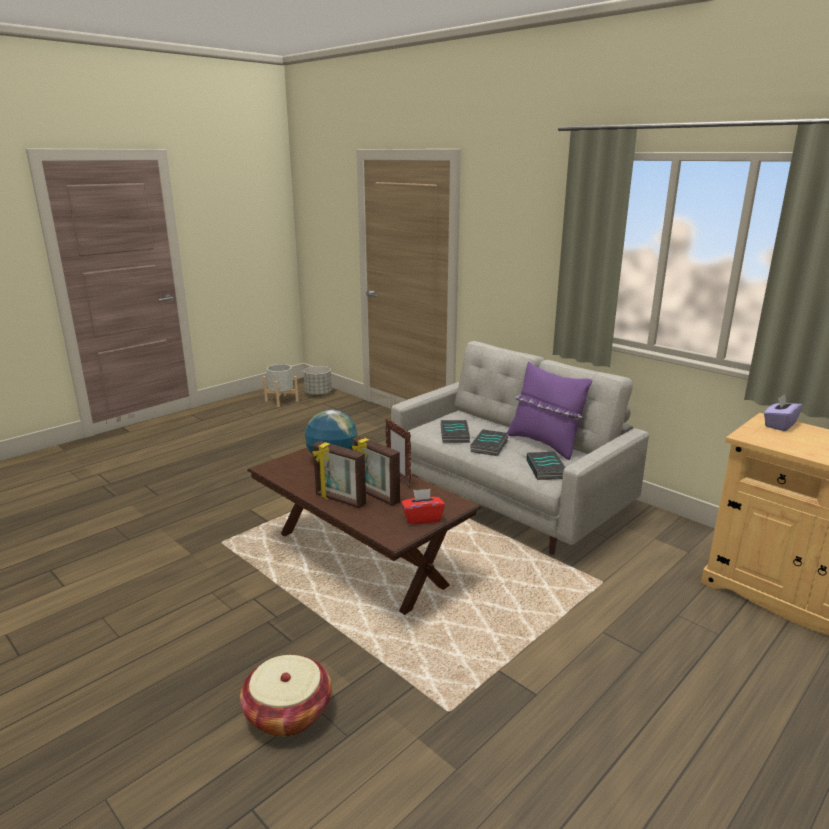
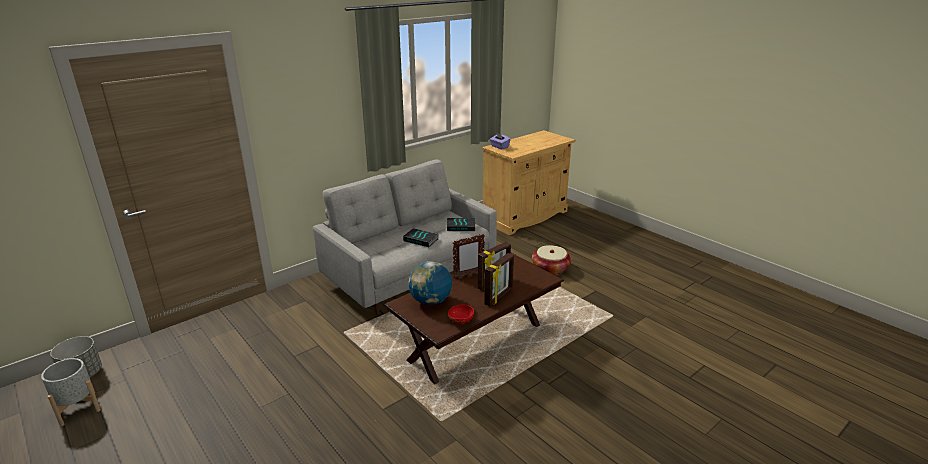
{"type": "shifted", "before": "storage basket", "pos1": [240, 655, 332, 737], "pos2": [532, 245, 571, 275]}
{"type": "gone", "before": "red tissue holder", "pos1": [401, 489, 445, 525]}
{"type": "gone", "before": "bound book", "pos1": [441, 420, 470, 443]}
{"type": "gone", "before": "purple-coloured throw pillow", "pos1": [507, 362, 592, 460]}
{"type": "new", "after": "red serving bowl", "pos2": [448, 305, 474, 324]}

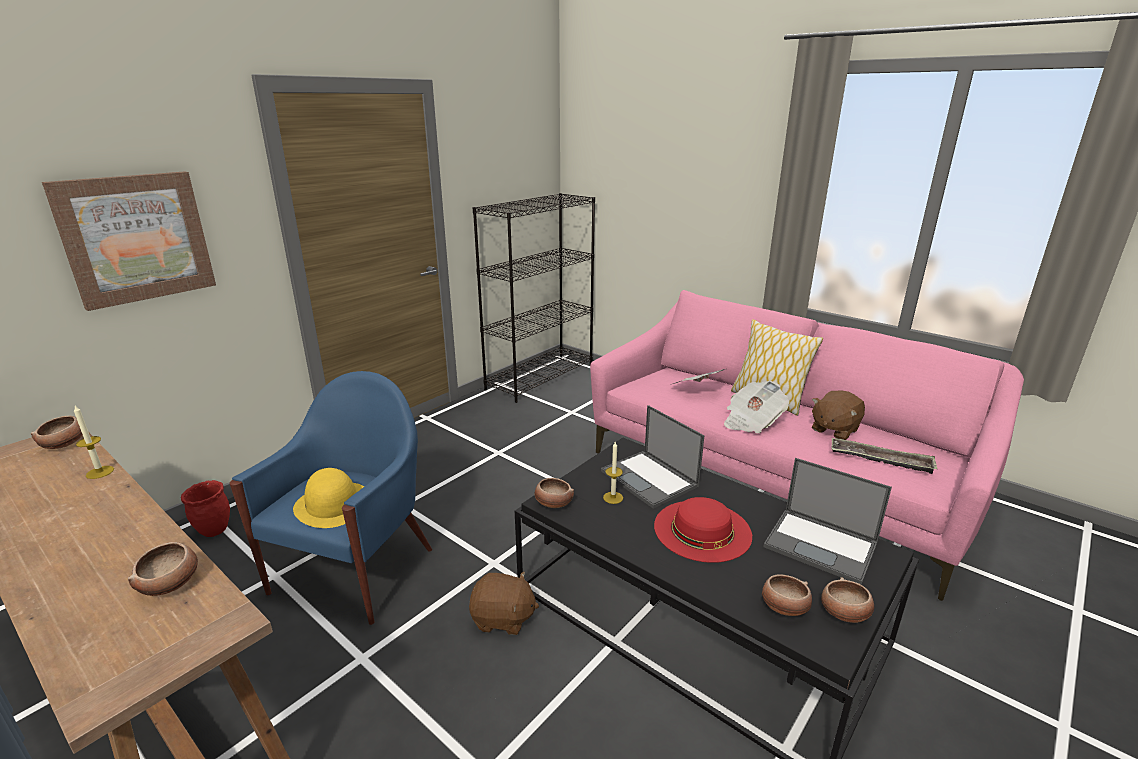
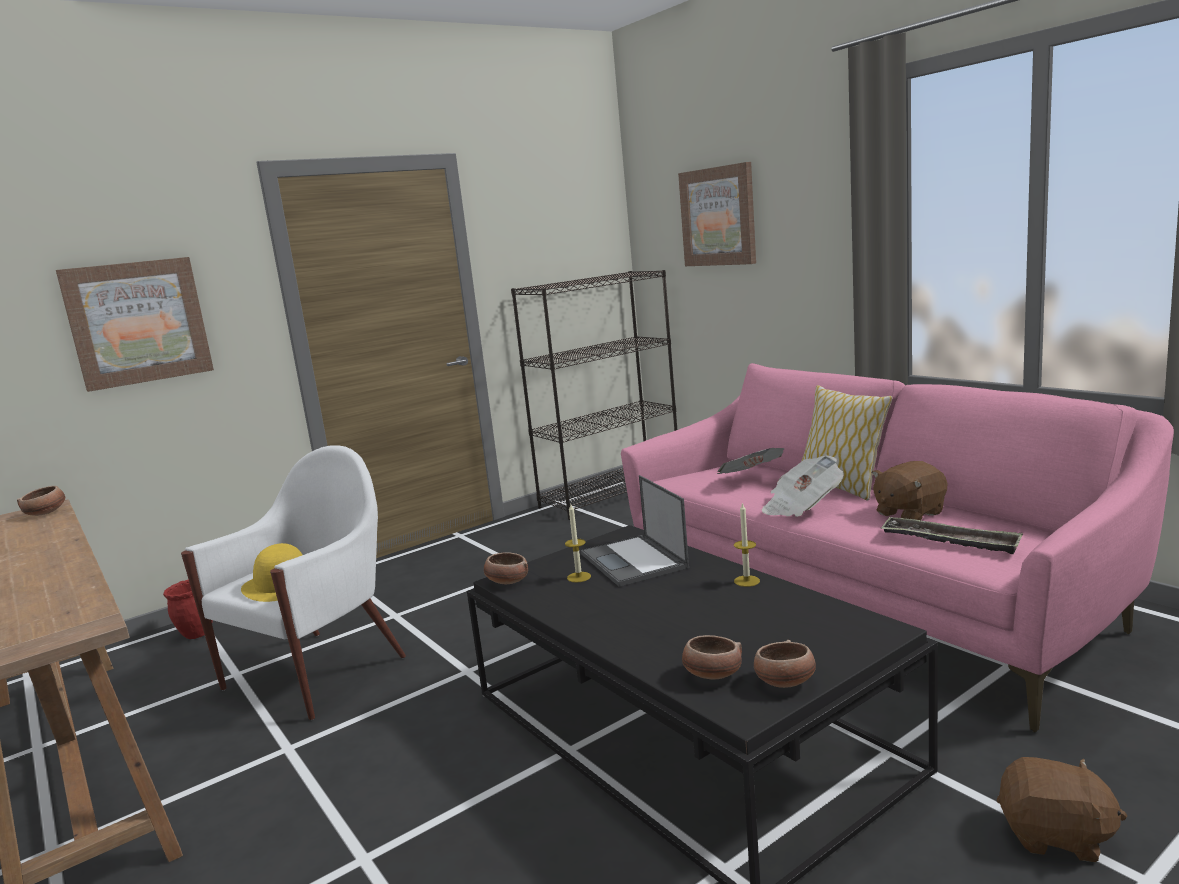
{"type": "shifted", "before": "wax candle", "pos1": [74, 406, 114, 479], "pos2": [734, 502, 760, 587]}
{"type": "gone", "before": "serving bowl", "pos1": [128, 542, 198, 596]}
{"type": "repainted", "before": "bluish easy chair", "after": "white easy chair", "pos1": [230, 371, 432, 625], "pos2": [181, 445, 406, 720]}
{"type": "shifted", "before": "brown soft toy", "pos1": [469, 572, 539, 635], "pos2": [997, 757, 1127, 862]}
{"type": "gone", "before": "red hat", "pos1": [654, 497, 752, 563]}
{"type": "gone", "before": "notebook computer", "pos1": [763, 458, 892, 585]}
{"type": "new", "after": "wall picture", "pos2": [678, 162, 756, 266]}

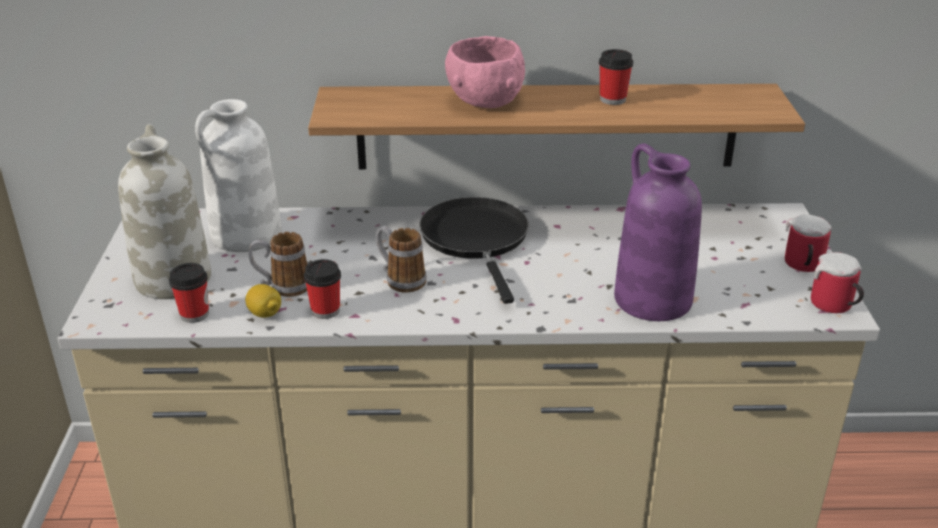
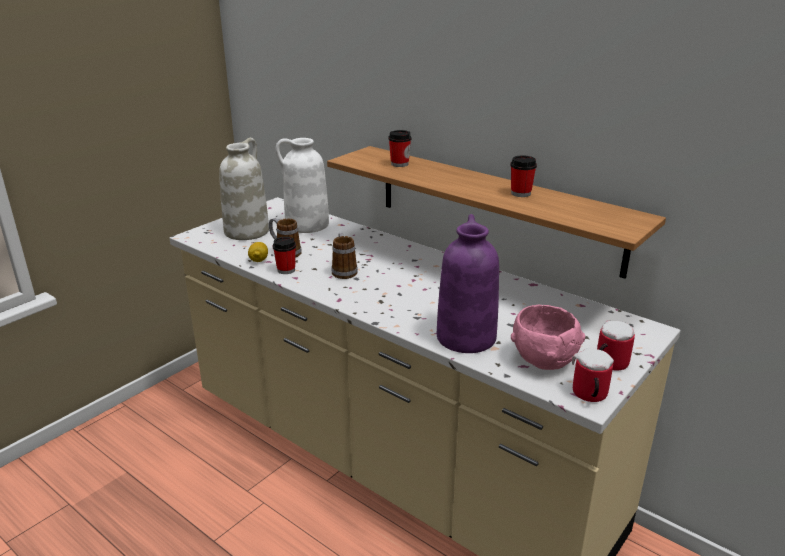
{"type": "shifted", "before": "small cup", "pos1": [169, 263, 209, 323], "pos2": [388, 130, 412, 167]}
{"type": "gone", "before": "black frying pan", "pos1": [419, 197, 529, 304]}
{"type": "shifted", "before": "pink-coloured serving bowl", "pos1": [445, 36, 525, 108], "pos2": [511, 304, 585, 370]}

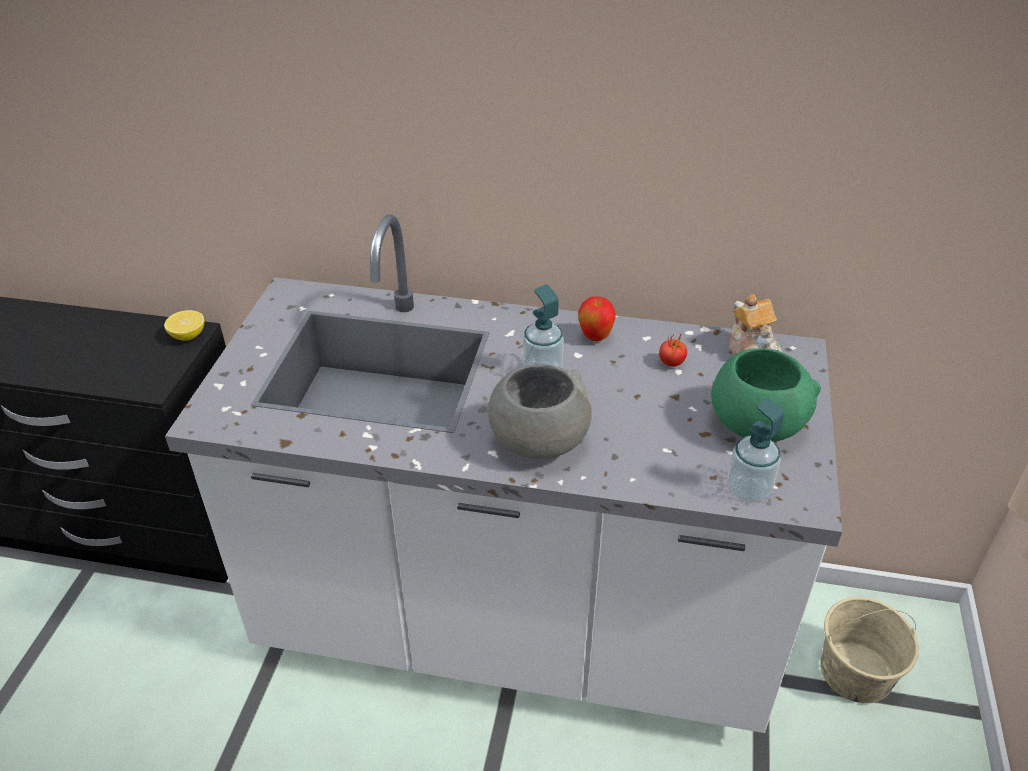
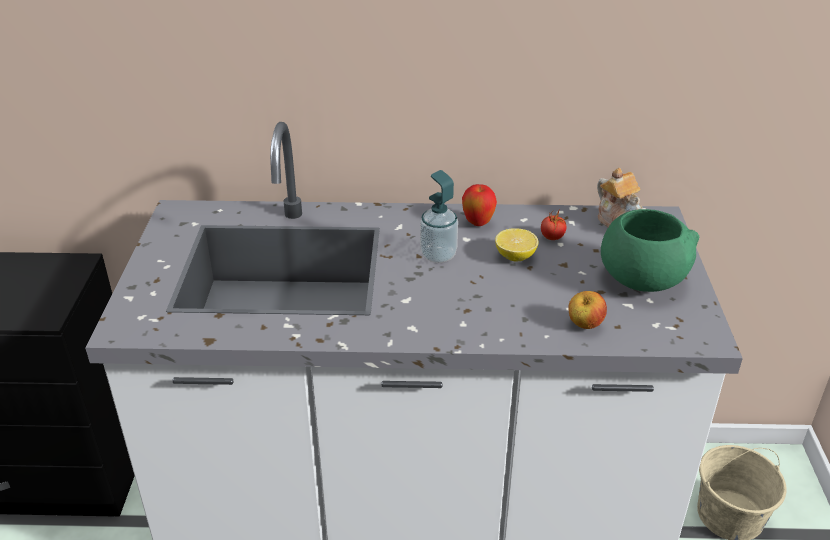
{"type": "shifted", "before": "whole lemon", "pos1": [164, 310, 204, 341], "pos2": [495, 228, 539, 261]}
{"type": "gone", "before": "greyish serving bowl", "pos1": [488, 363, 592, 459]}
{"type": "gone", "before": "soap bottle", "pos1": [728, 398, 784, 503]}
{"type": "new", "after": "whole apple", "pos2": [569, 291, 607, 329]}

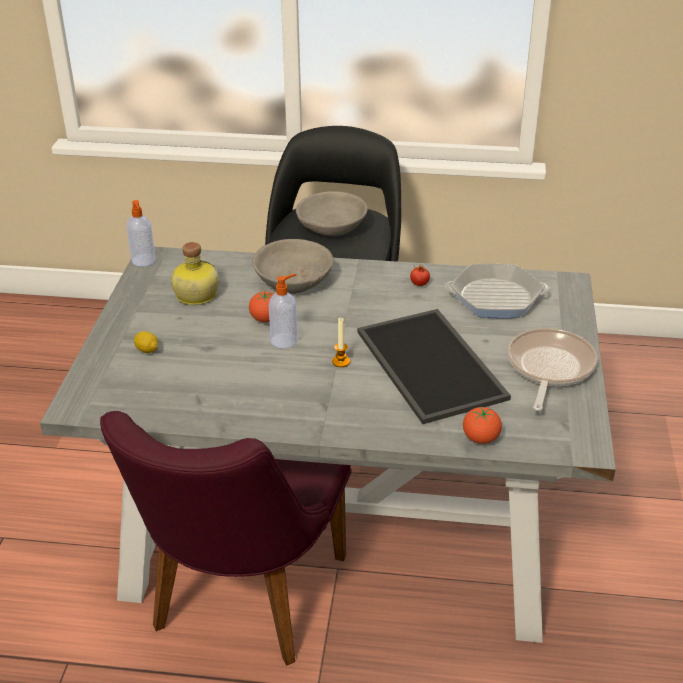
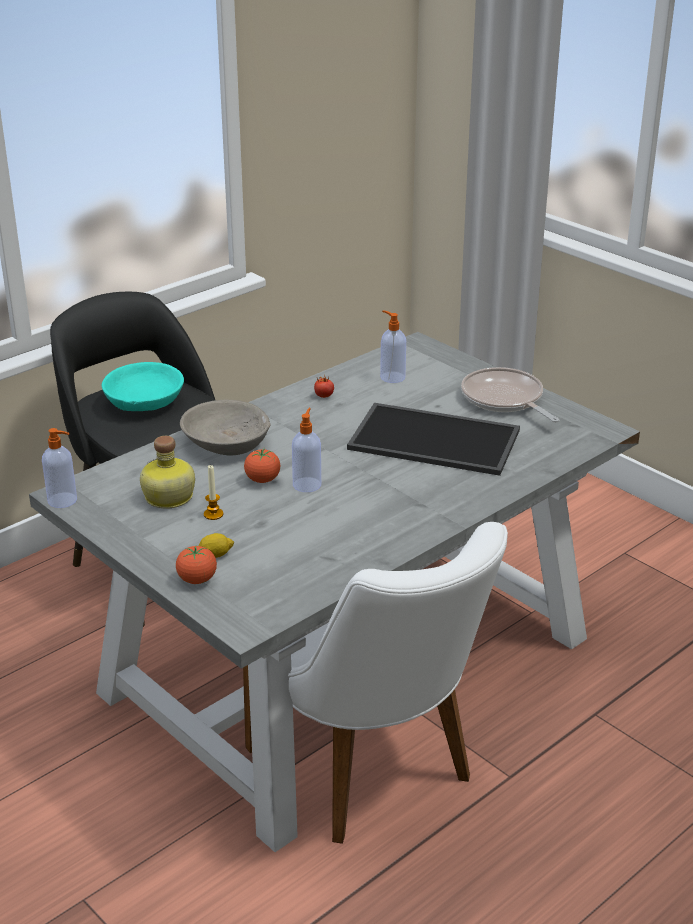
{"type": "repainted", "before": "purple-coloured chair", "after": "white chair", "pos1": [100, 411, 352, 666], "pos2": [243, 522, 508, 844]}
{"type": "repainted", "before": "greyish serving bowl", "after": "blue-green serving bowl", "pos1": [296, 191, 368, 236], "pos2": [102, 362, 184, 411]}
{"type": "shifted", "before": "wax candle", "pos1": [332, 317, 350, 367], "pos2": [204, 465, 223, 520]}
{"type": "swapped", "before": "frying pan", "after": "soap bottle", "pos1": [445, 264, 549, 318], "pos2": [380, 310, 406, 383]}
{"type": "shifted", "before": "whole tomato", "pos1": [463, 407, 502, 444], "pos2": [176, 546, 217, 584]}

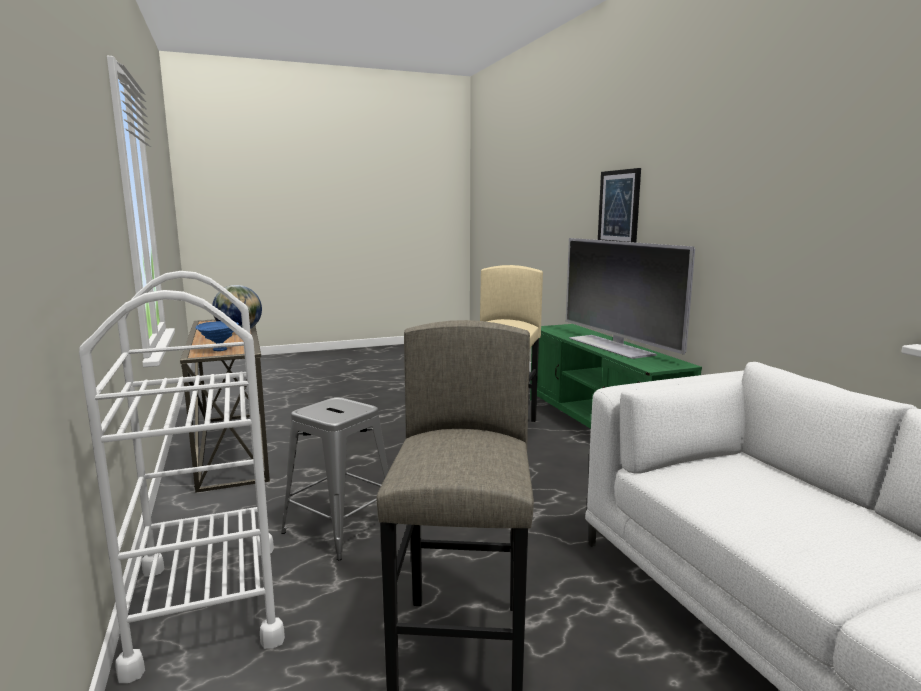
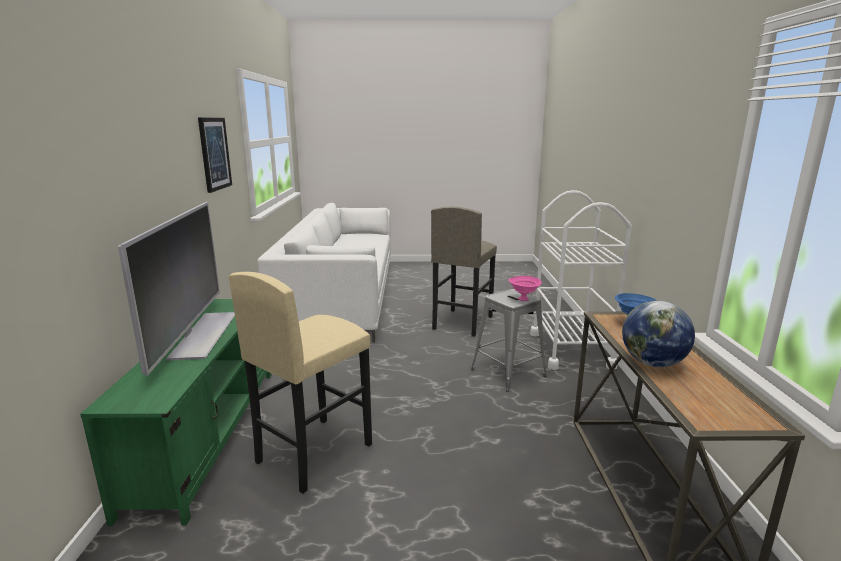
{"type": "shifted", "before": "wall picture", "pos1": [598, 168, 641, 242], "pos2": [198, 117, 232, 193]}
{"type": "new", "after": "pink-coloured serving bowl", "pos2": [509, 276, 542, 301]}

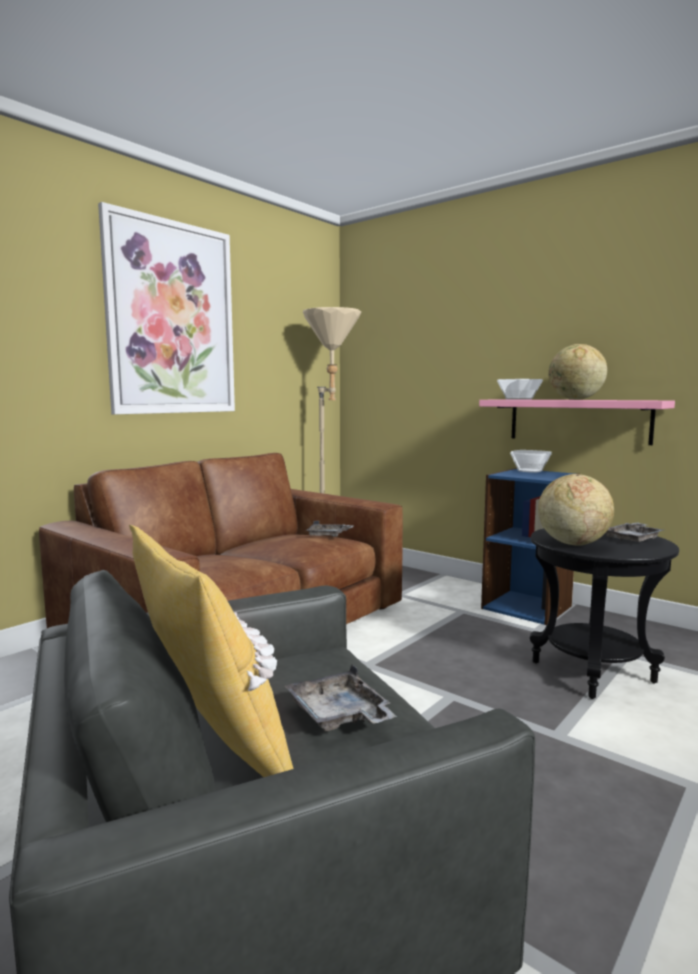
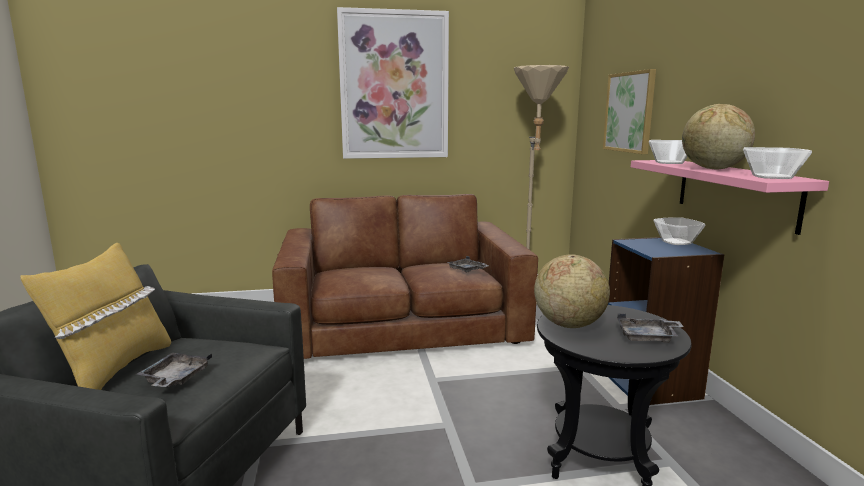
{"type": "new", "after": "wall picture", "pos2": [603, 69, 656, 154]}
{"type": "new", "after": "serving bowl", "pos2": [743, 147, 812, 179]}

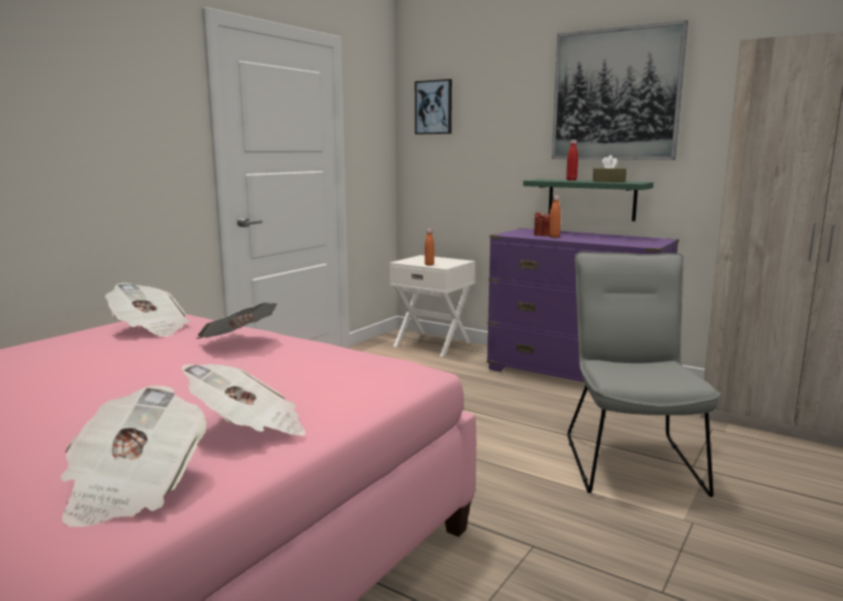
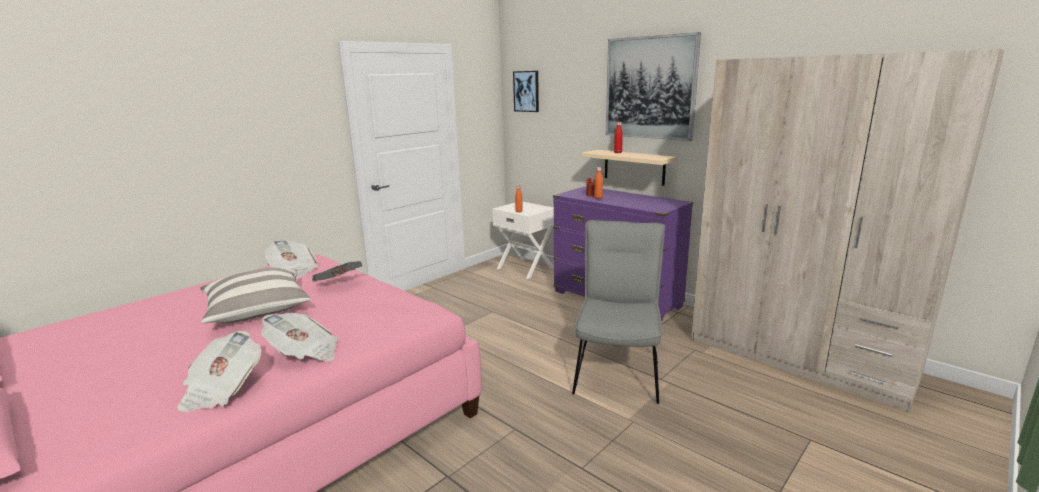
{"type": "repainted", "before": "green bracket shelf", "after": "beige bracket shelf", "pos1": [523, 179, 653, 221], "pos2": [582, 150, 677, 186]}
{"type": "gone", "before": "brown tissue holder", "pos1": [593, 155, 627, 182]}
{"type": "new", "after": "throw pillow", "pos2": [200, 268, 311, 323]}

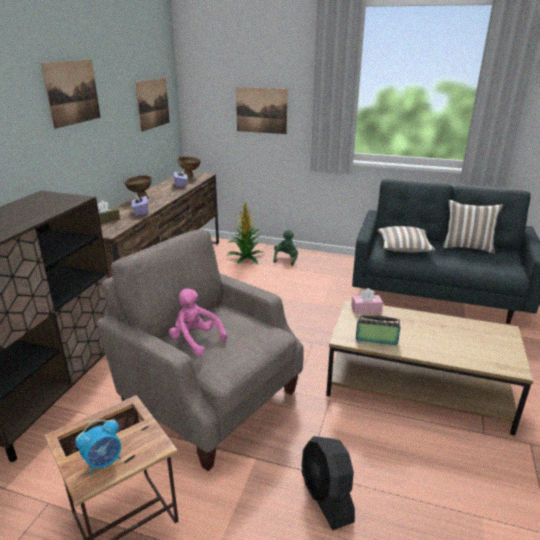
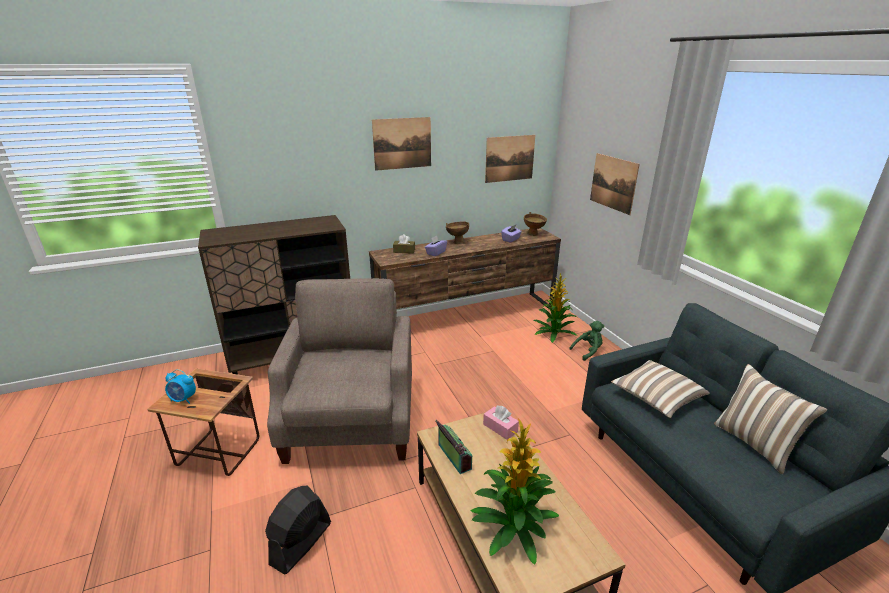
{"type": "gone", "before": "pink-coloured soft toy", "pos1": [169, 288, 227, 356]}
{"type": "new", "after": "houseplant", "pos2": [471, 418, 559, 565]}

